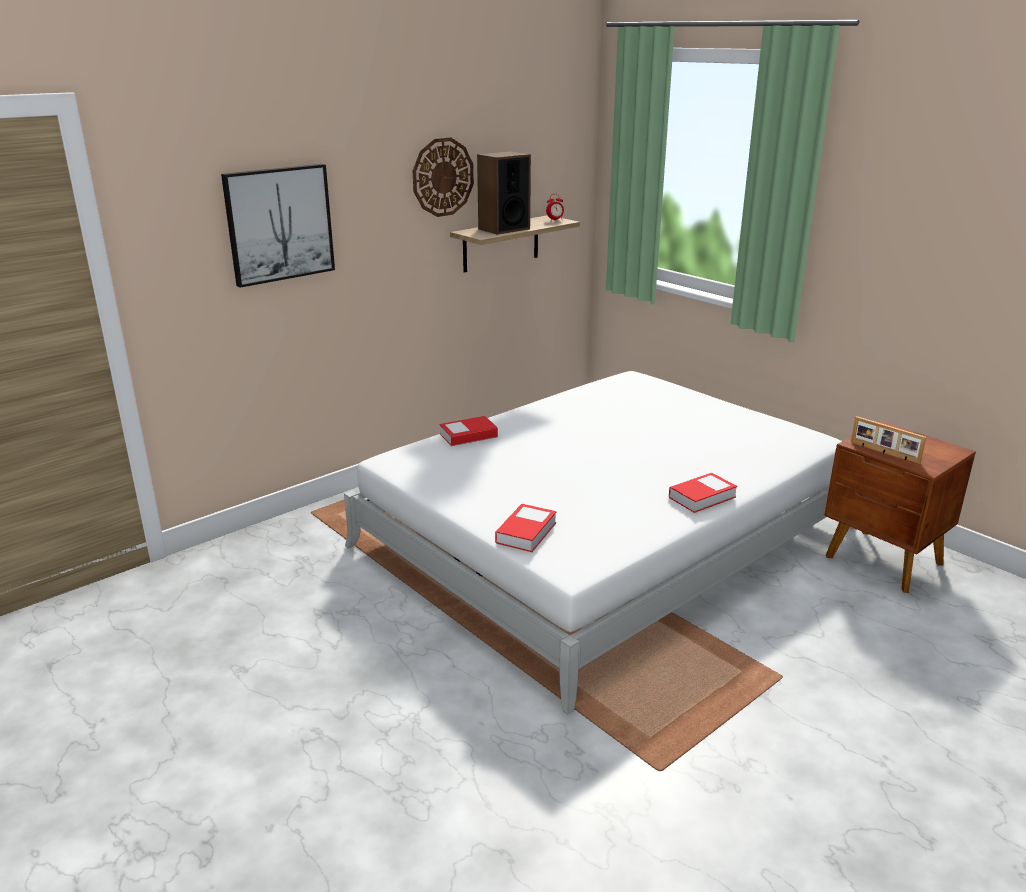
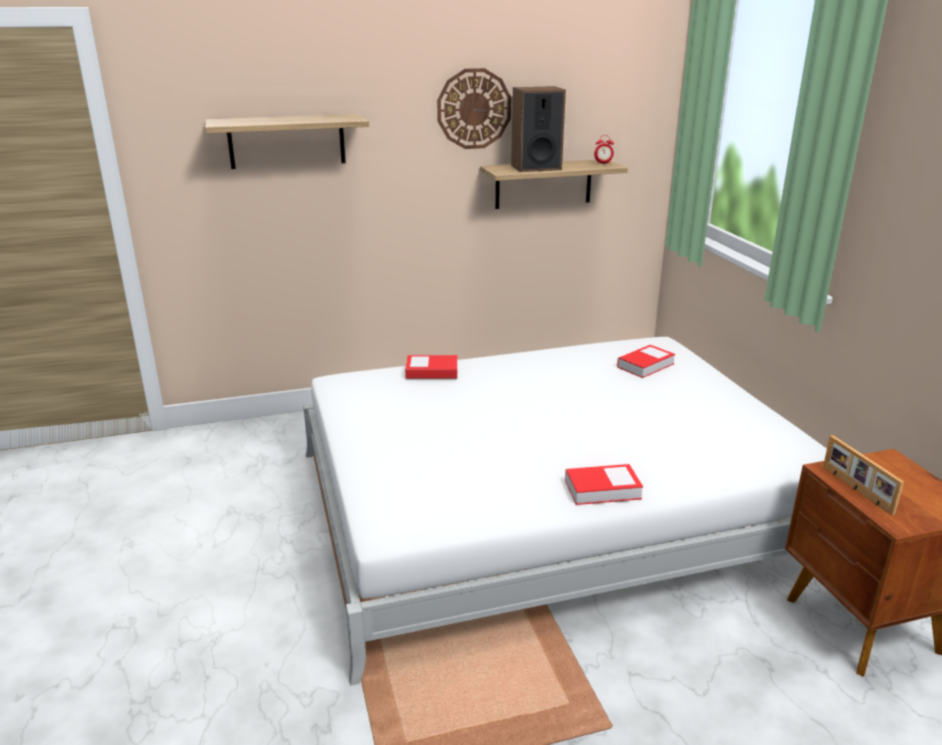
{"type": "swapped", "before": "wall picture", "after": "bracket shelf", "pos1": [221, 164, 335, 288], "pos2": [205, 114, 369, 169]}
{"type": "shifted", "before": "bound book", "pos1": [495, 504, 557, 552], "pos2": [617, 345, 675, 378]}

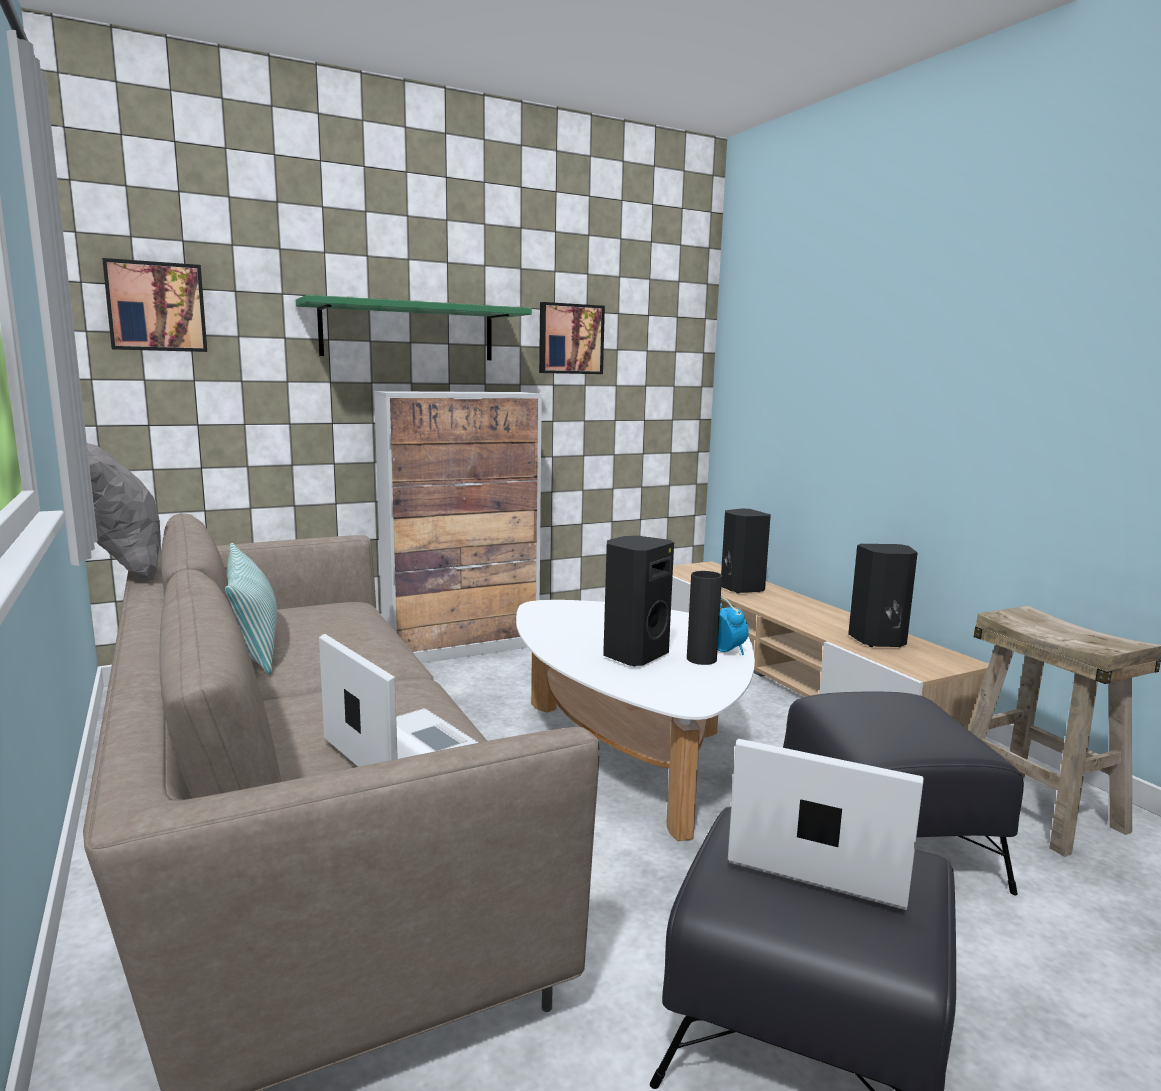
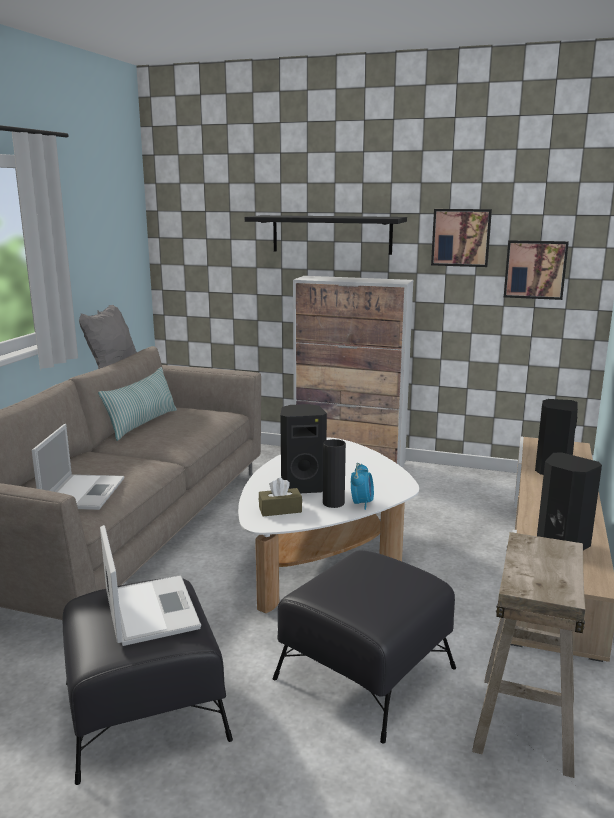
{"type": "shifted", "before": "wall picture", "pos1": [102, 258, 207, 352], "pos2": [504, 240, 569, 300]}
{"type": "repainted", "before": "green bracket shelf", "after": "black bracket shelf", "pos1": [296, 295, 532, 360], "pos2": [245, 215, 407, 255]}
{"type": "new", "after": "brown tissue holder", "pos2": [259, 478, 302, 516]}

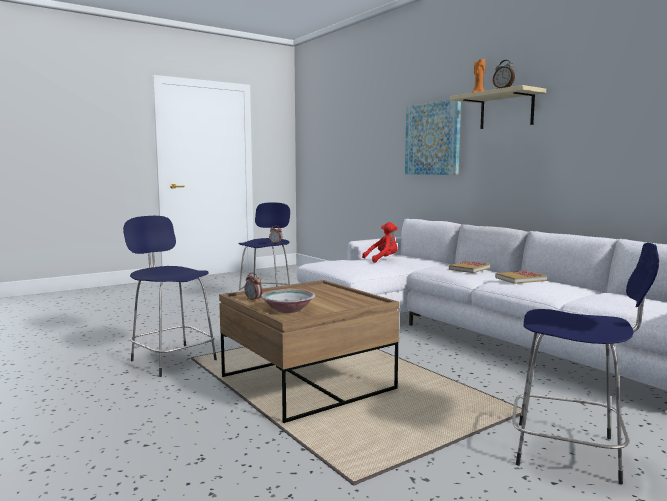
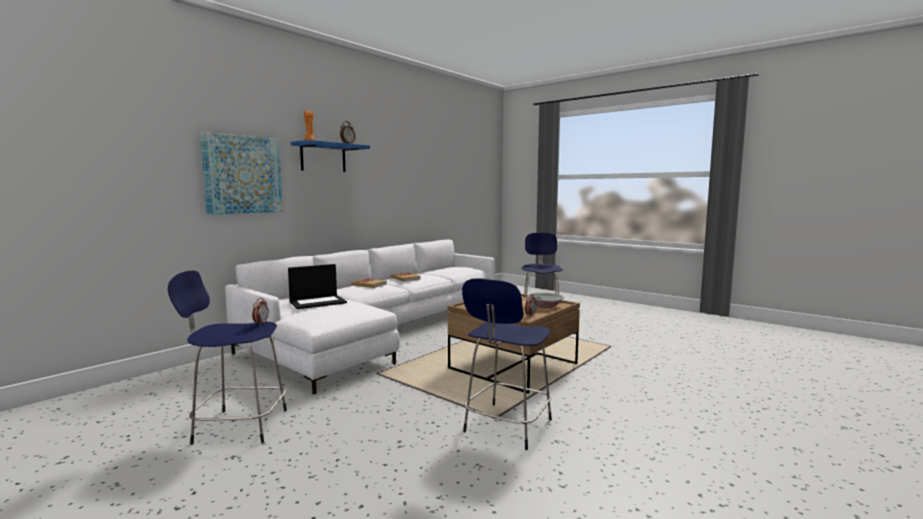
{"type": "swapped", "before": "red soft toy", "after": "notebook computer", "pos1": [362, 222, 398, 263], "pos2": [288, 264, 347, 309]}
{"type": "repainted", "before": "beige bracket shelf", "after": "bluish bracket shelf", "pos1": [449, 85, 546, 129], "pos2": [291, 140, 370, 172]}

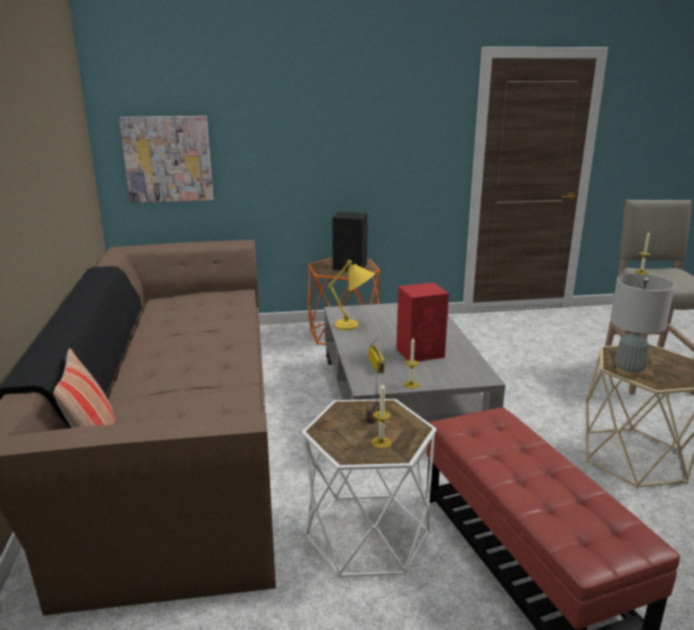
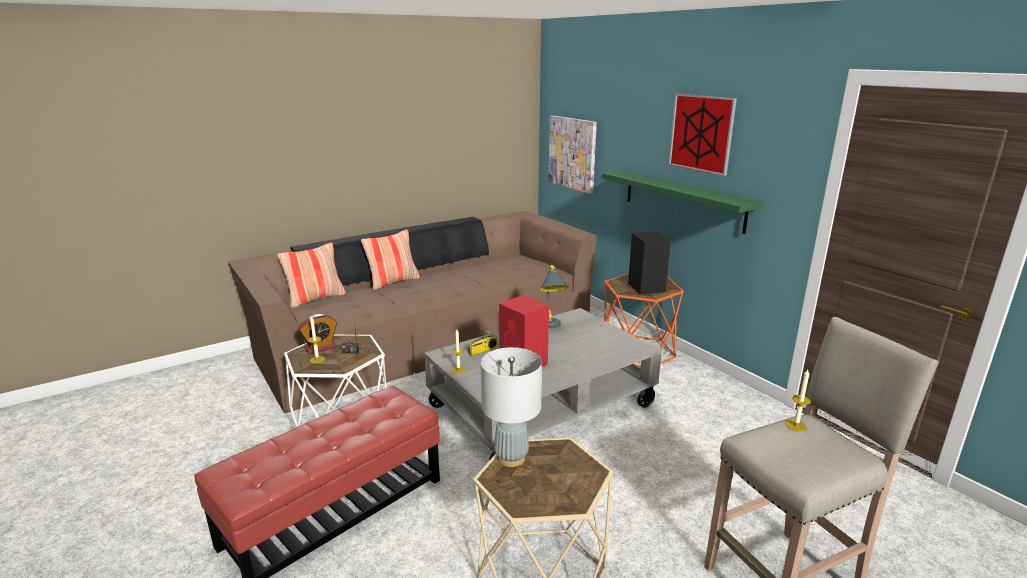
{"type": "repainted", "before": "yellow lamp for a table", "after": "greyish lamp for a table", "pos1": [328, 260, 375, 330], "pos2": [539, 265, 569, 329]}
{"type": "new", "after": "bedside clock", "pos2": [298, 314, 337, 354]}
{"type": "new", "after": "throw pillow", "pos2": [361, 229, 420, 290]}
{"type": "new", "after": "green bracket shelf", "pos2": [602, 170, 762, 234]}
{"type": "new", "after": "wall picture", "pos2": [668, 94, 737, 176]}

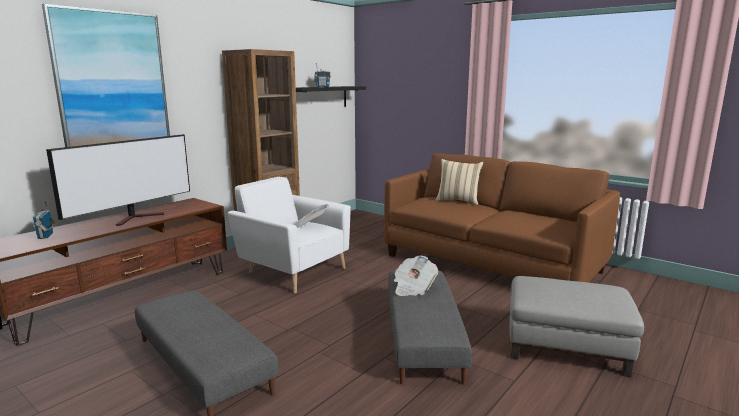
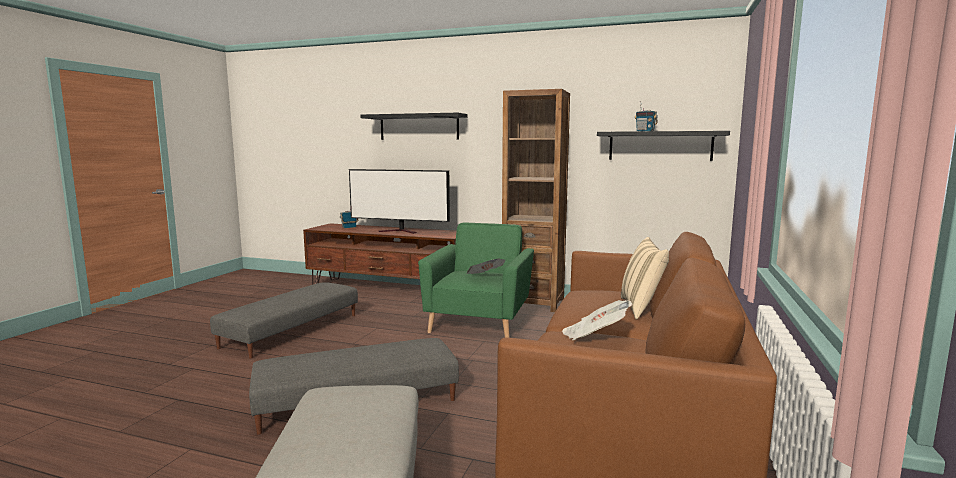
{"type": "swapped", "before": "wall picture", "after": "black bracket shelf", "pos1": [42, 4, 170, 147], "pos2": [360, 113, 468, 140]}
{"type": "repainted", "before": "white easy chair", "after": "green easy chair", "pos1": [228, 177, 351, 293], "pos2": [418, 223, 534, 338]}
{"type": "shifted", "before": "newspaper", "pos1": [394, 256, 438, 296], "pos2": [562, 300, 633, 340]}

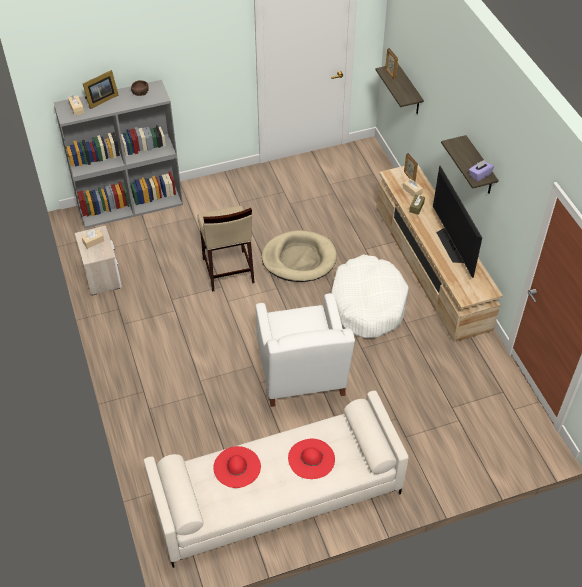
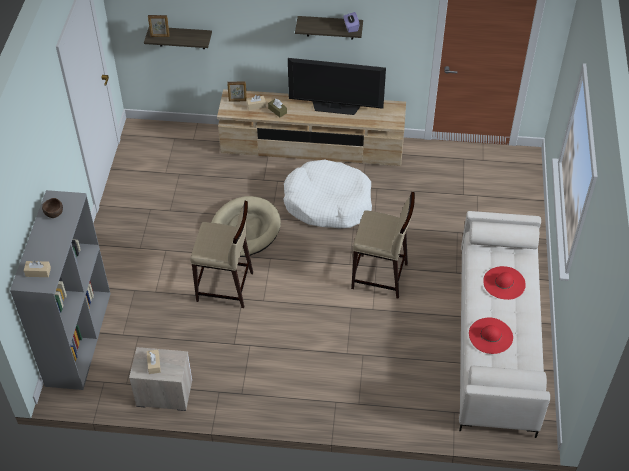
{"type": "gone", "before": "standing frame", "pos1": [83, 70, 119, 109]}
{"type": "swapped", "before": "white easy chair", "after": "beige sitting stool", "pos1": [255, 293, 355, 407], "pos2": [351, 192, 415, 299]}

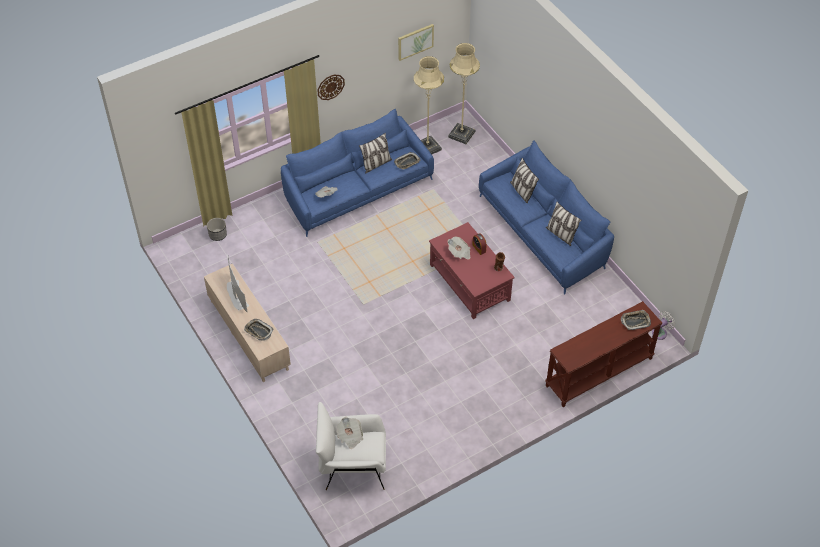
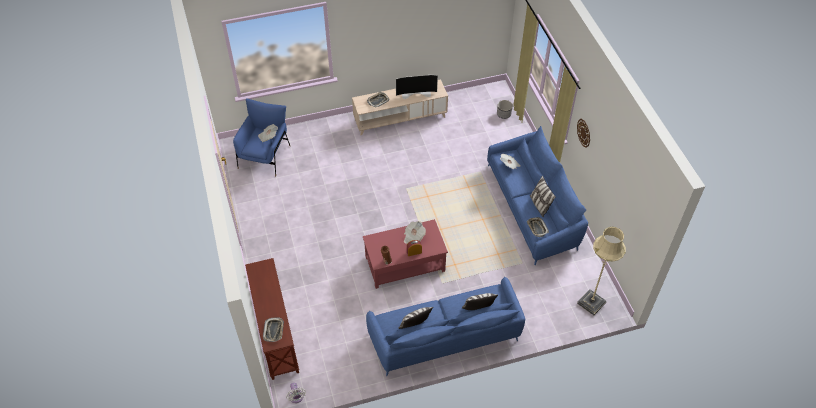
{"type": "repainted", "before": "white easy chair", "after": "bluish easy chair", "pos1": [316, 402, 386, 490], "pos2": [233, 99, 290, 177]}
{"type": "gone", "before": "wall picture", "pos1": [398, 24, 434, 61]}
{"type": "gone", "before": "beige floor lamp", "pos1": [414, 56, 444, 154]}

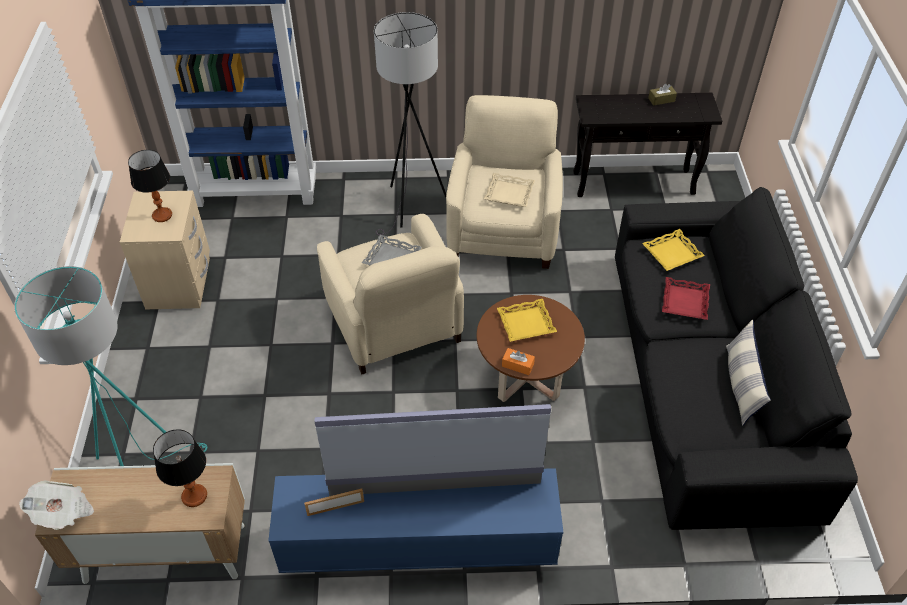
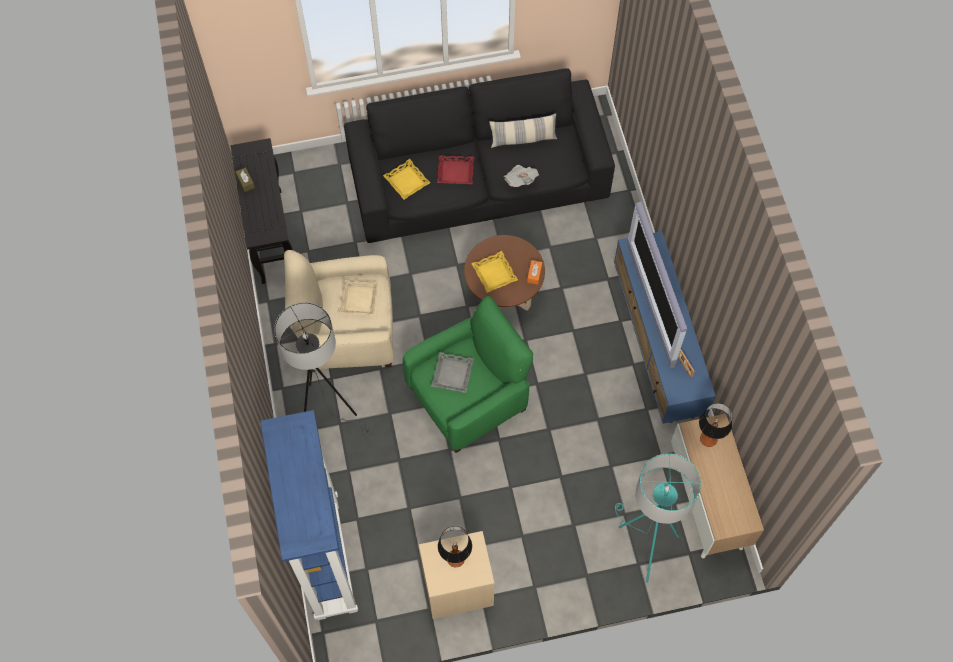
{"type": "shifted", "before": "newspaper", "pos1": [19, 480, 94, 530], "pos2": [503, 165, 539, 187]}
{"type": "repainted", "before": "beige easy chair", "after": "green easy chair", "pos1": [317, 214, 464, 374], "pos2": [403, 296, 533, 453]}

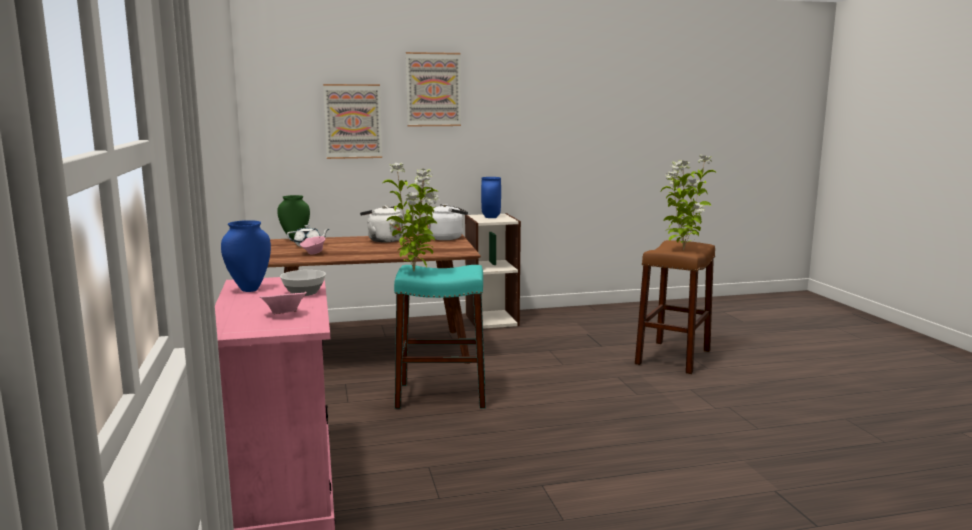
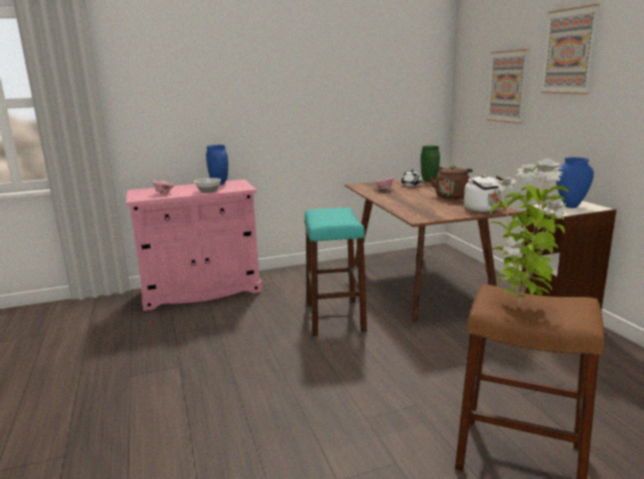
{"type": "repainted", "before": "white kettle", "after": "brown kettle", "pos1": [360, 206, 404, 242], "pos2": [430, 166, 473, 199]}
{"type": "gone", "before": "houseplant", "pos1": [383, 162, 439, 271]}

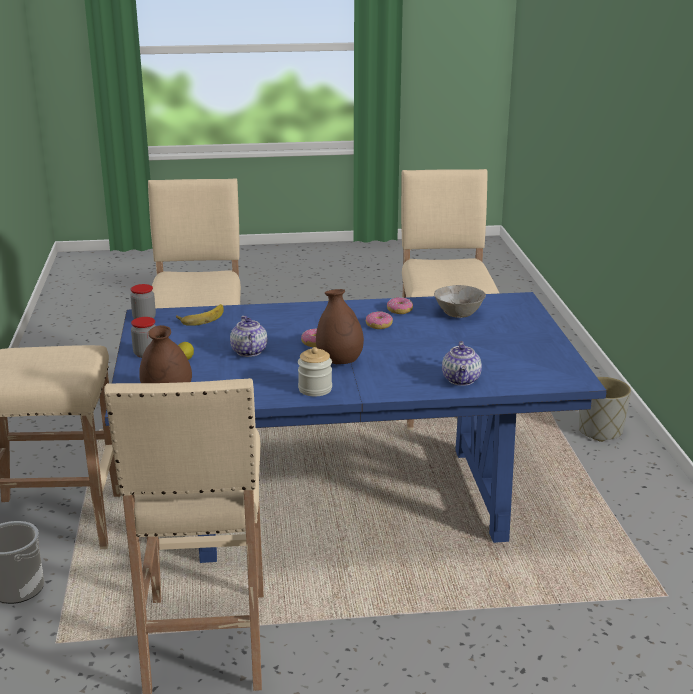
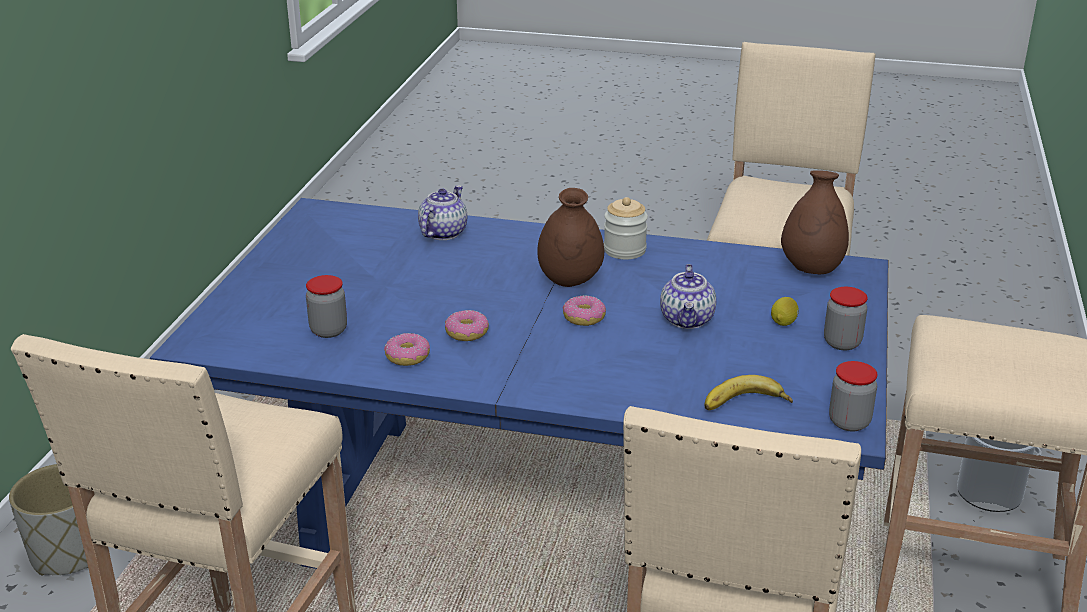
{"type": "swapped", "before": "greyish serving bowl", "after": "preserve jar", "pos1": [434, 285, 486, 318], "pos2": [306, 275, 347, 338]}

